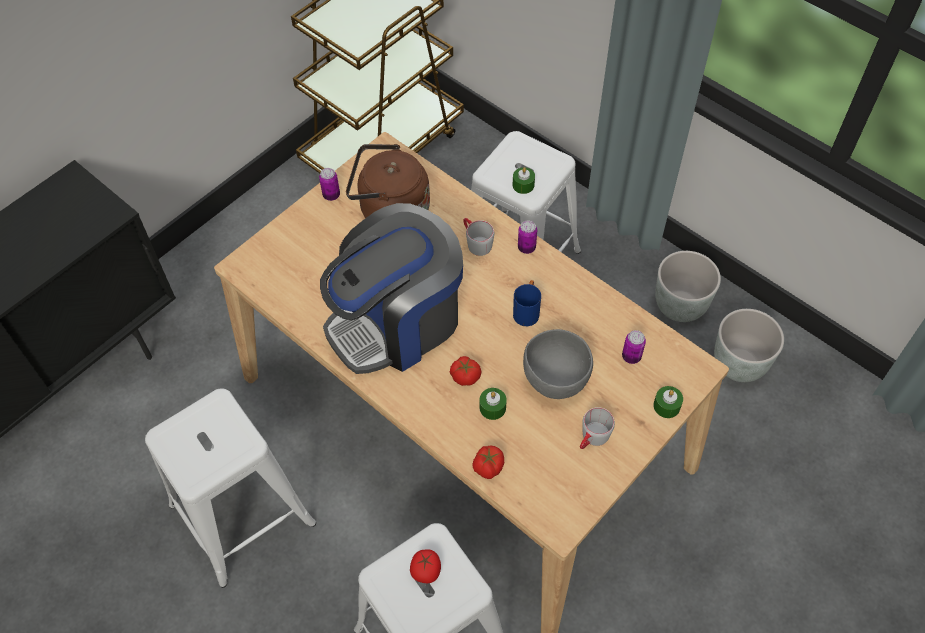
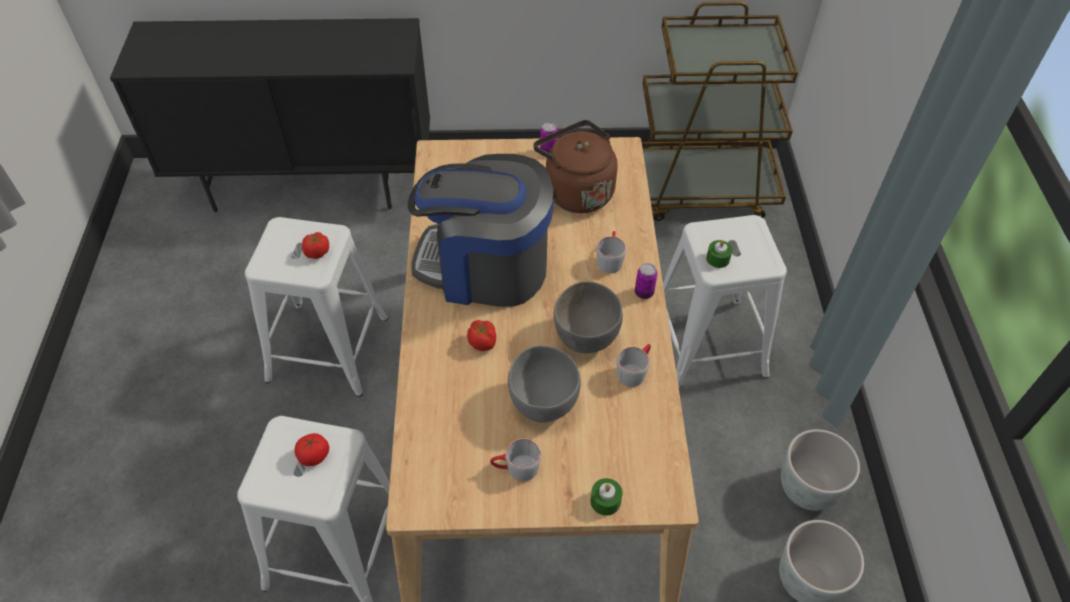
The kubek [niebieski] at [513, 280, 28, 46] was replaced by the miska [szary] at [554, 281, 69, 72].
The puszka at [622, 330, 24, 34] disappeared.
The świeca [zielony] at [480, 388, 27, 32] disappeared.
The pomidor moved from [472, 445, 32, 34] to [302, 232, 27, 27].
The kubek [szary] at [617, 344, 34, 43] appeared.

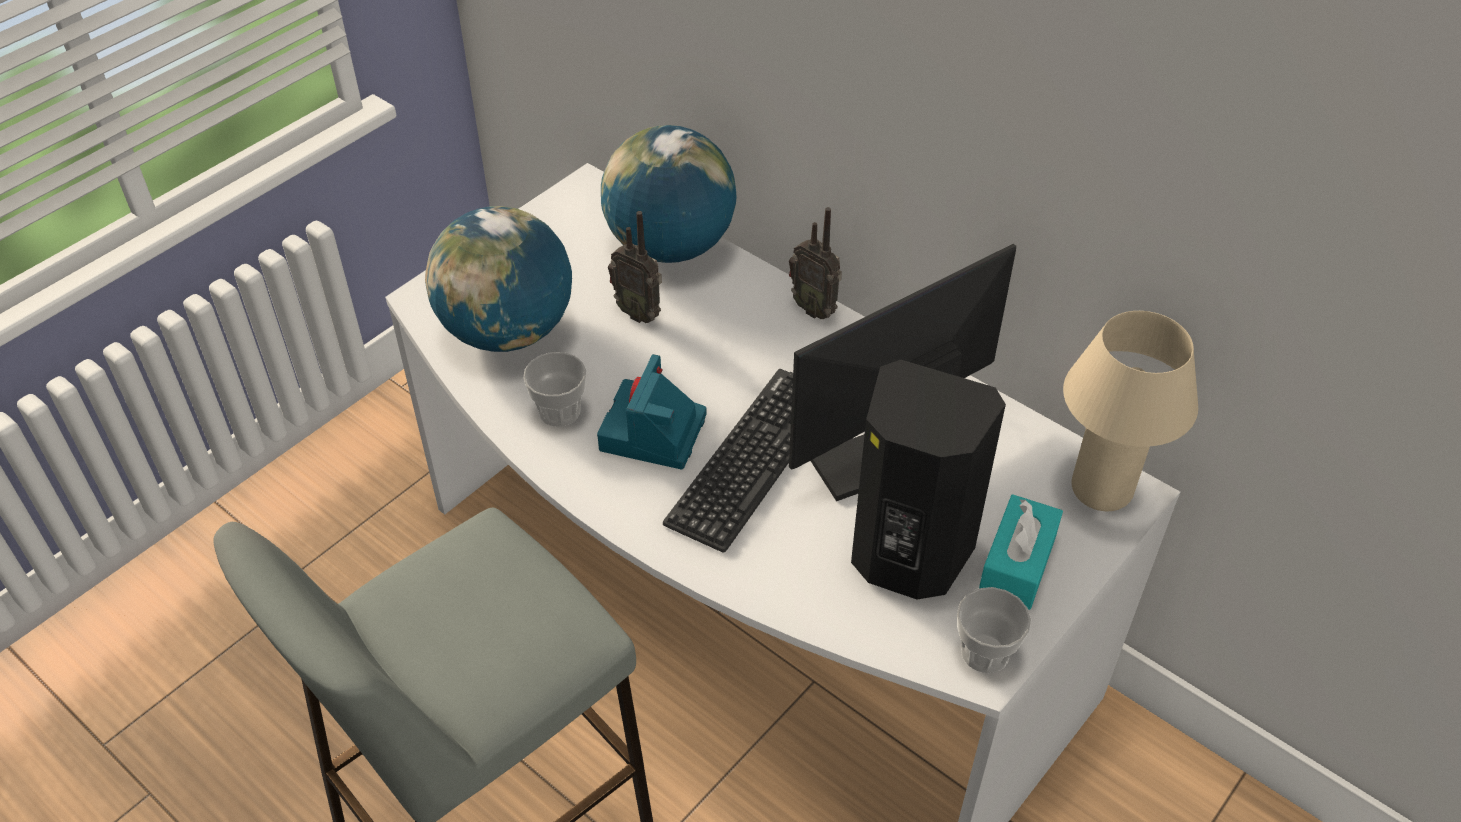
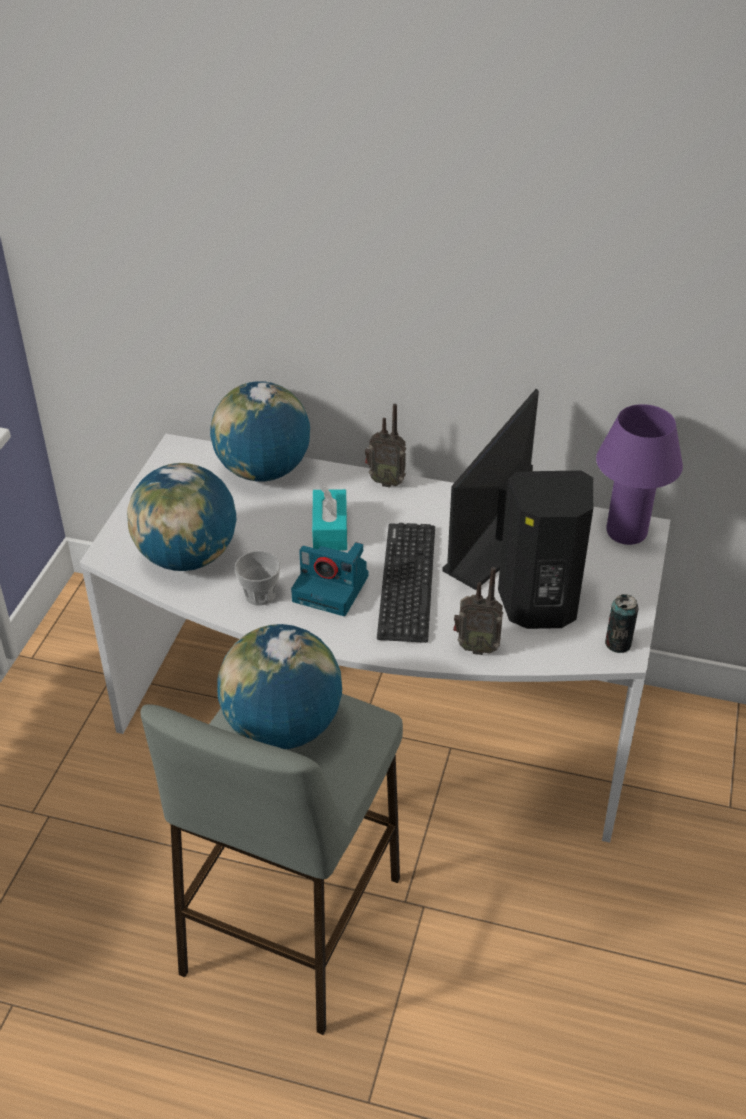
The radio moved from [608, 211, 54, 112] to [453, 567, 50, 88].
The lampa stołowa [beżowy] at [1063, 311, 135, 200] became the lampa stołowa [fioletowy] at [596, 404, 87, 141].
The aparat fotograficzny at [597, 354, 109, 115] turned 60 degrees counterclockwise.
The pudełko chusteczek [turkusowy] moved from [979, 494, 84, 116] to [312, 486, 35, 65].
The filiżanka at [957, 587, 74, 86] was replaced by the puszka at [605, 594, 33, 59].
The globus at [217, 624, 125, 125] appeared.

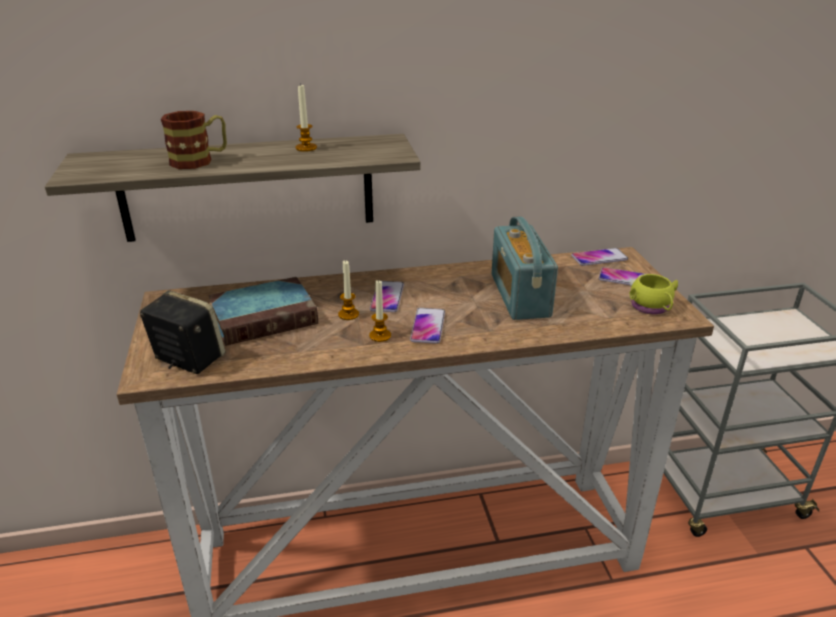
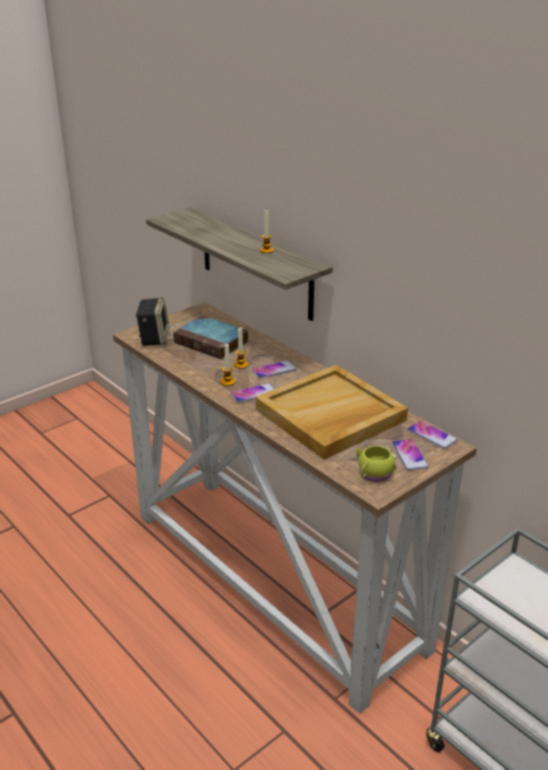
The kubek at [161, 111, 66, 58] disappeared.
The radio at [492, 216, 66, 104] was replaced by the taca [beżowy] at [255, 365, 153, 95].

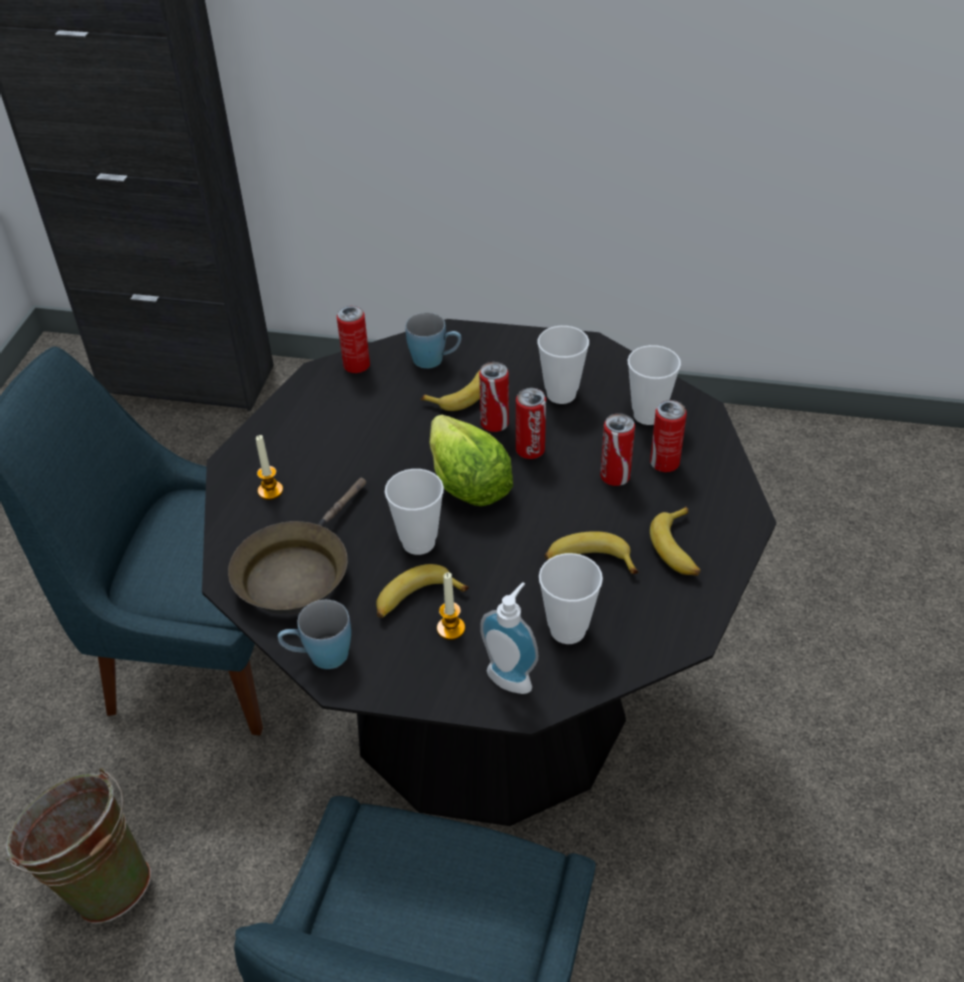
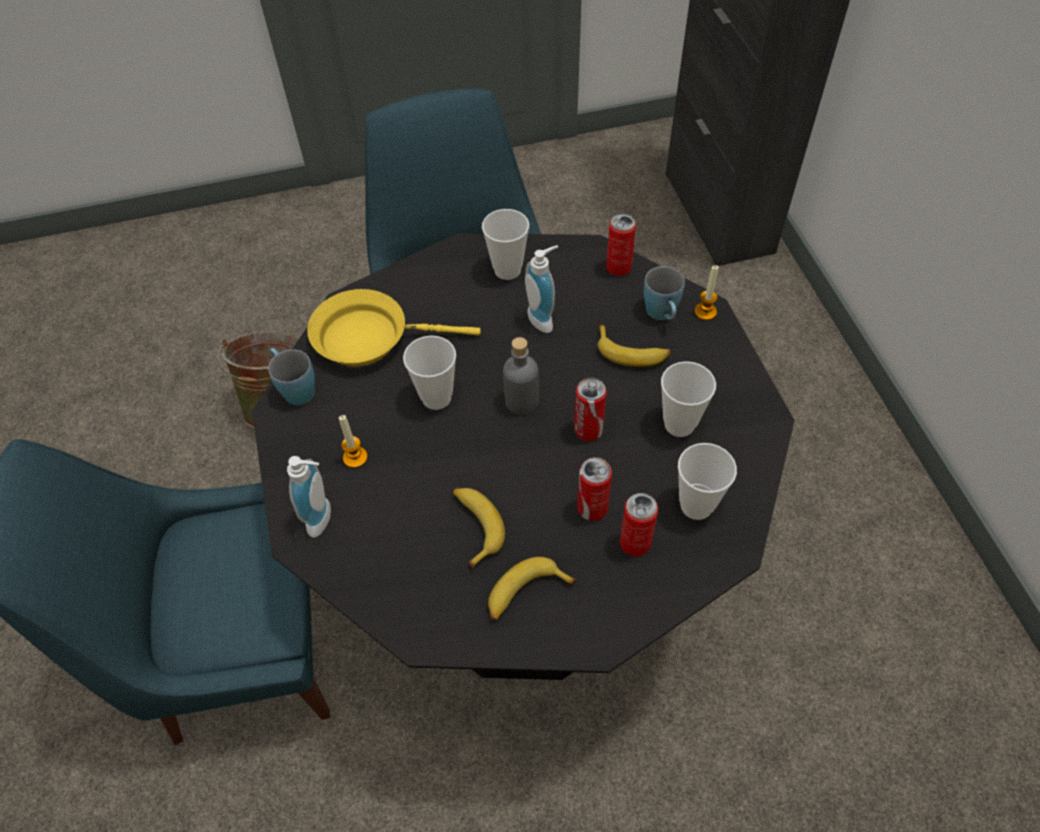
The puszka at [479, 362, 30, 70] disappeared.
The sałata at [430, 415, 83, 91] was replaced by the butelka [szary] at [503, 337, 36, 78].
The świeca moved from [256, 435, 27, 65] to [694, 265, 25, 55].
The patelnia [brązowy] at [228, 478, 138, 136] became the patelnia [żółty] at [307, 289, 174, 77].
The filiżanka moved from [539, 553, 64, 91] to [482, 209, 47, 71].
The banan at [376, 564, 93, 54] disappeared.
The dozownik mydła at [525, 245, 33, 88] appeared.

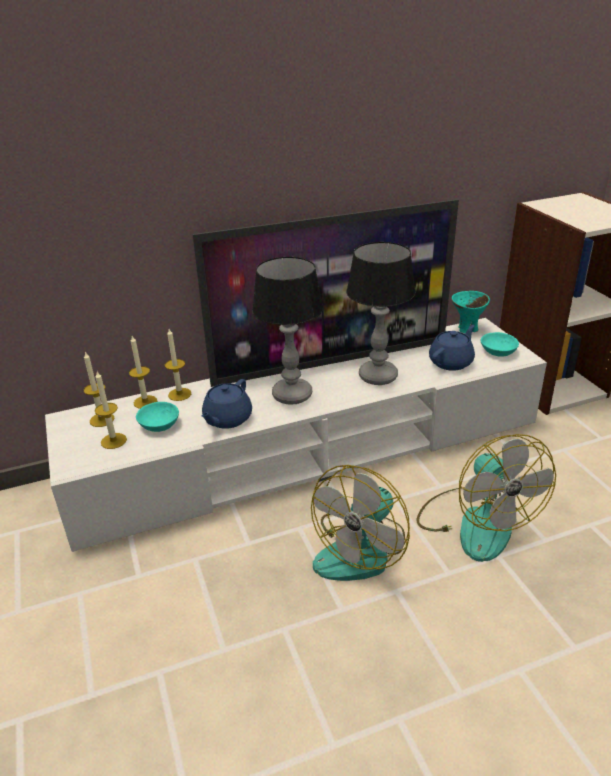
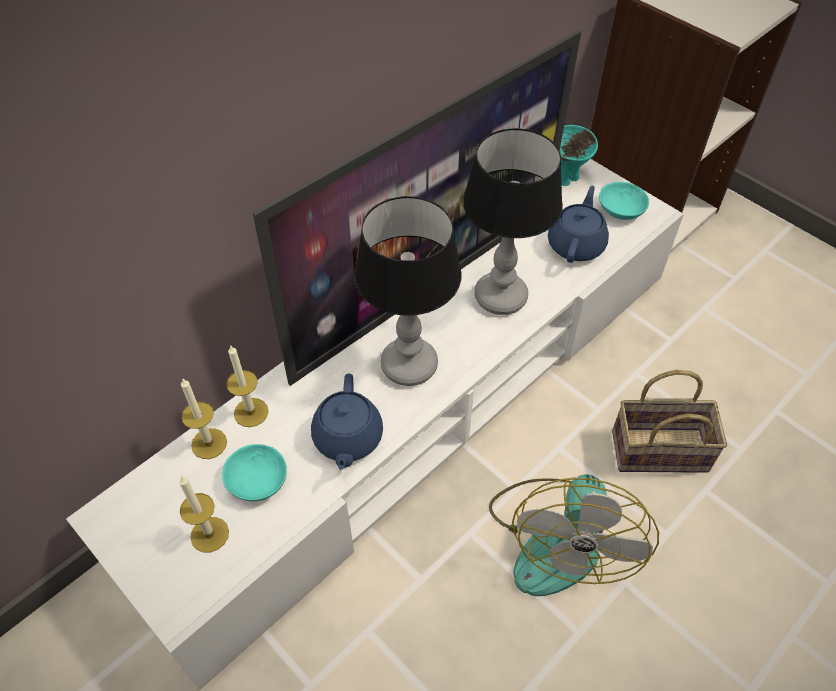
The świeca at [84, 352, 31, 75] disappeared.
The wentylator at [417, 434, 139, 128] was replaced by the koszyk at [612, 370, 115, 103].

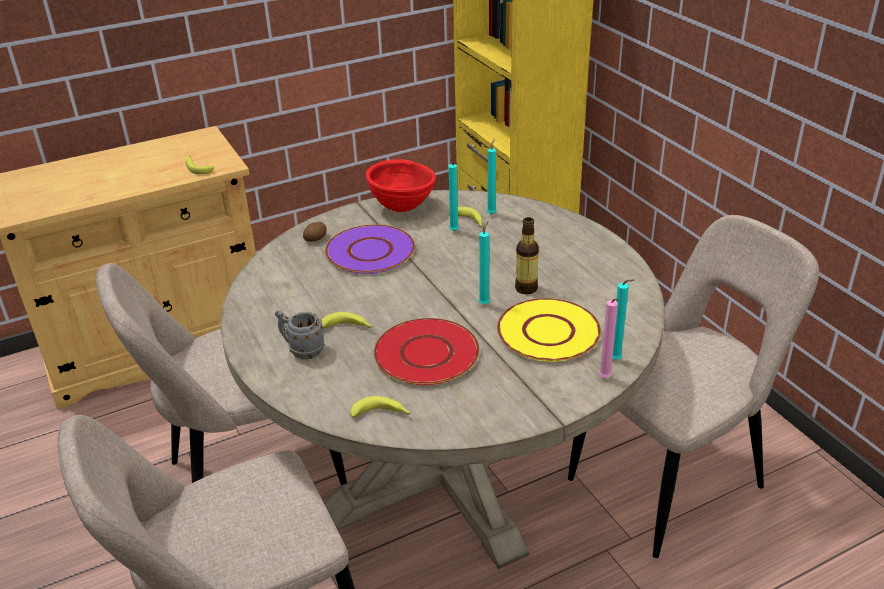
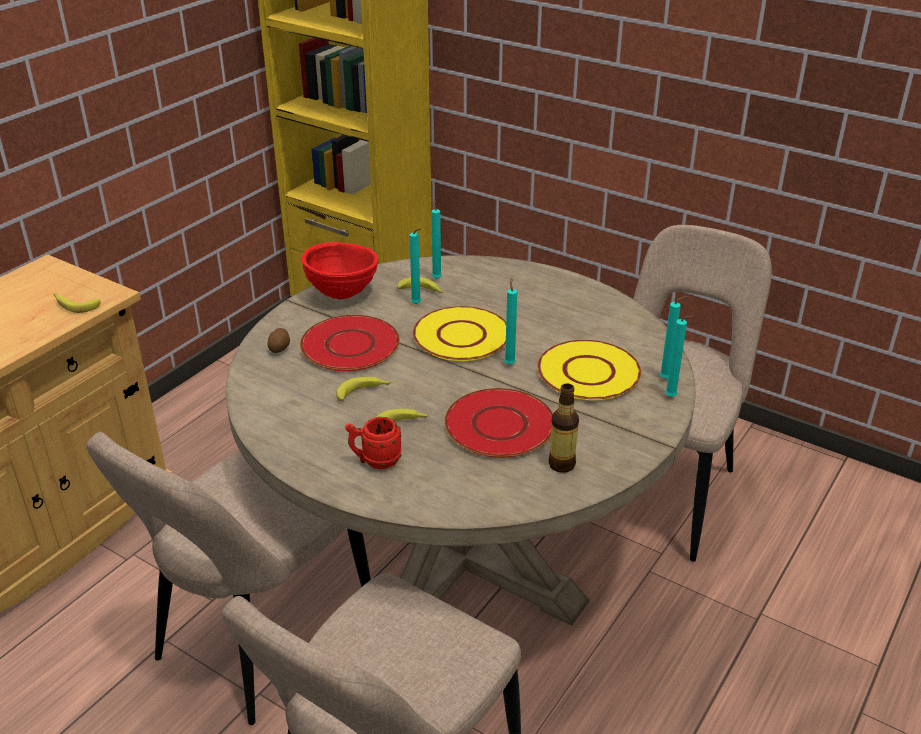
The butelka moved from [515, 217, 24, 77] to [548, 384, 31, 89].
The talerz [fioletowy] at [325, 225, 90, 49] became the talerz [czerwony] at [300, 315, 100, 56].
The świeca [różowy] at [599, 298, 20, 80] became the świeca [turkusowy] at [665, 316, 28, 81].
The kubek [szary] at [275, 310, 50, 49] became the kubek [czerwony] at [345, 417, 57, 52].
The banan moved from [350, 396, 62, 22] to [336, 377, 55, 24].
The talerz [żółty] at [413, 306, 93, 55] appeared.

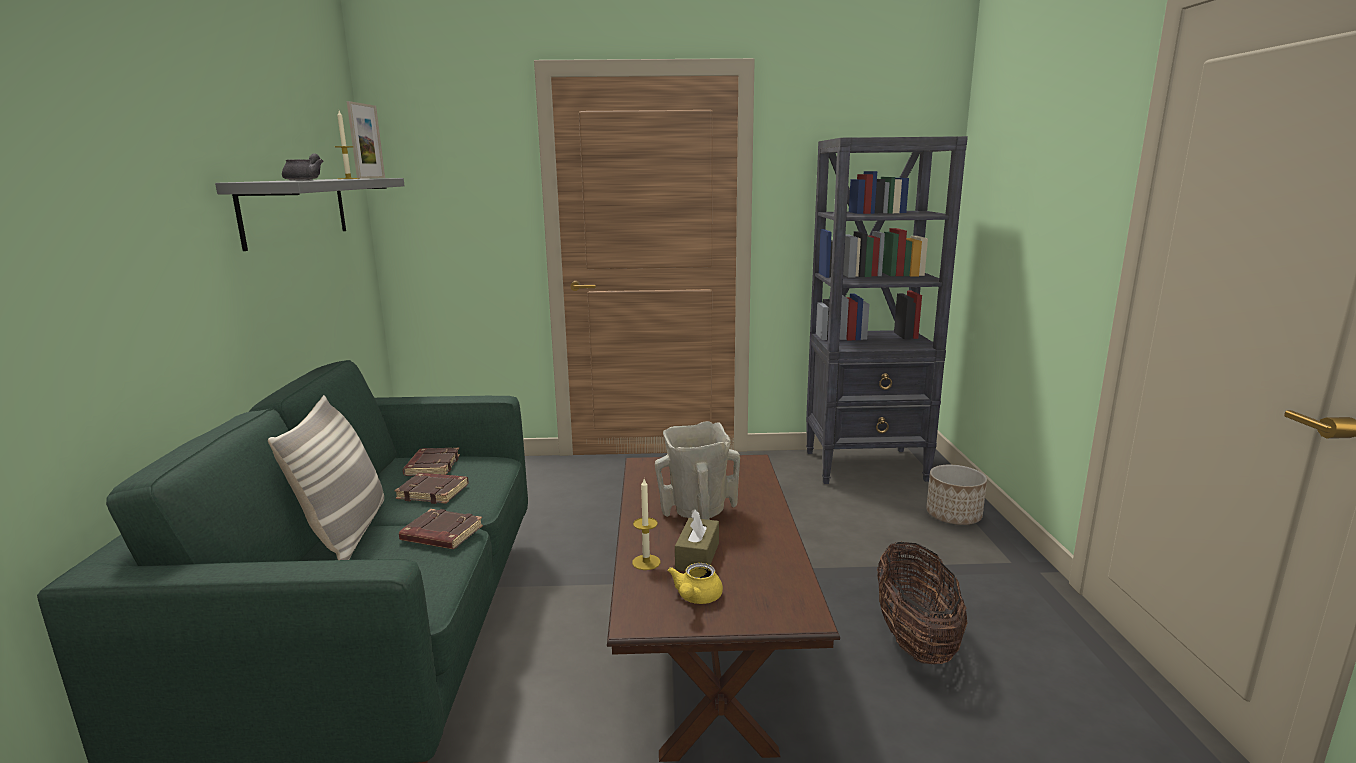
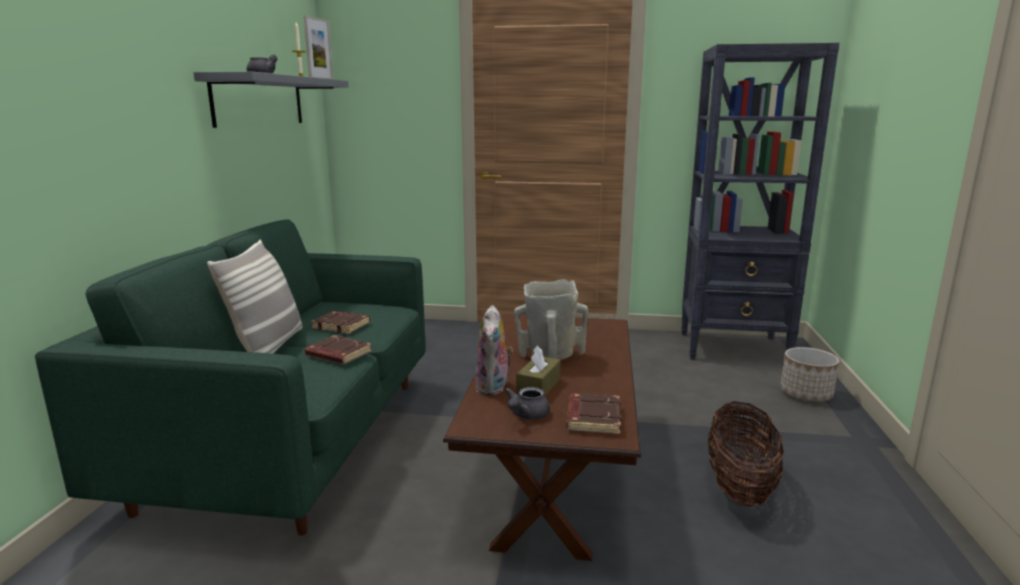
The książka [brązowy] moved from [403, 448, 57, 28] to [566, 393, 56, 42].
The świeca at [632, 479, 28, 91] was replaced by the pluszak at [475, 305, 38, 90].
The imbryk [żółty] at [668, 563, 55, 41] became the imbryk [szary] at [505, 387, 45, 32].

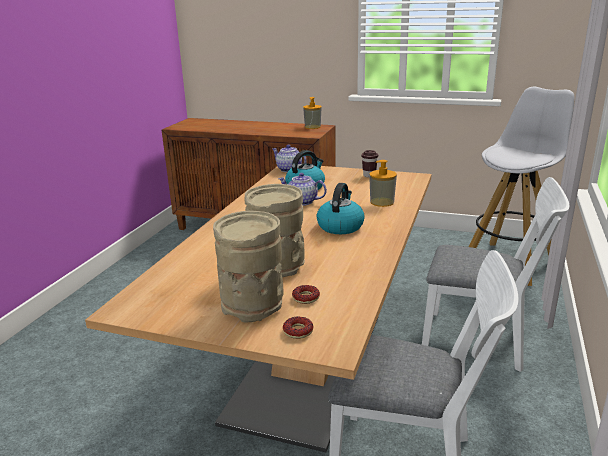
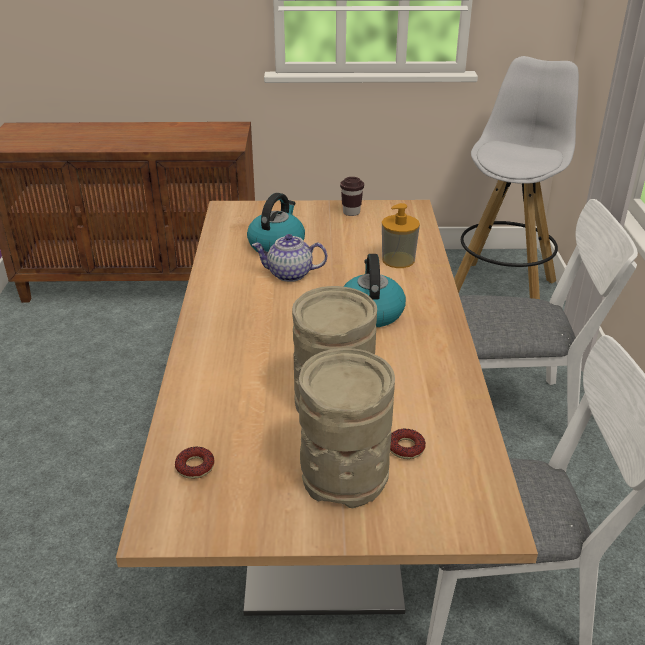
The dozownik mydła at [303, 97, 18, 32] disappeared.
The imbryk at [272, 145, 35, 27] disappeared.
The donut moved from [283, 316, 31, 23] to [175, 447, 40, 32].

